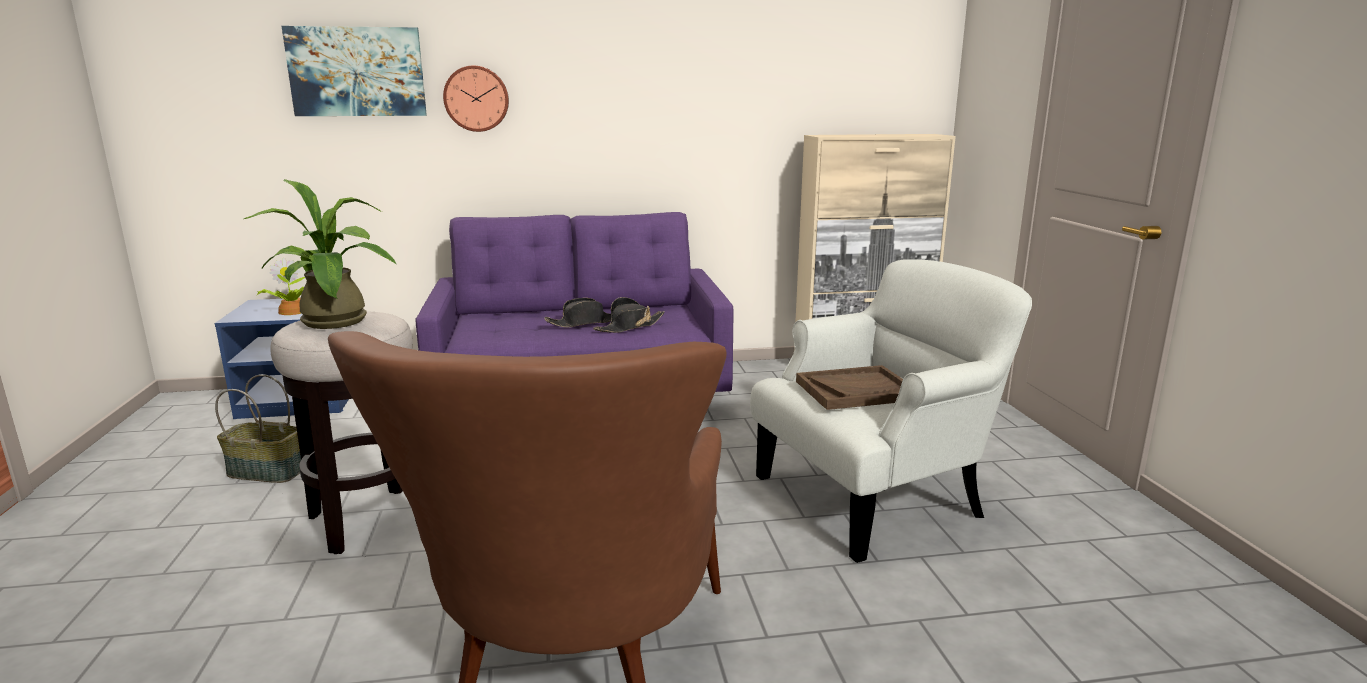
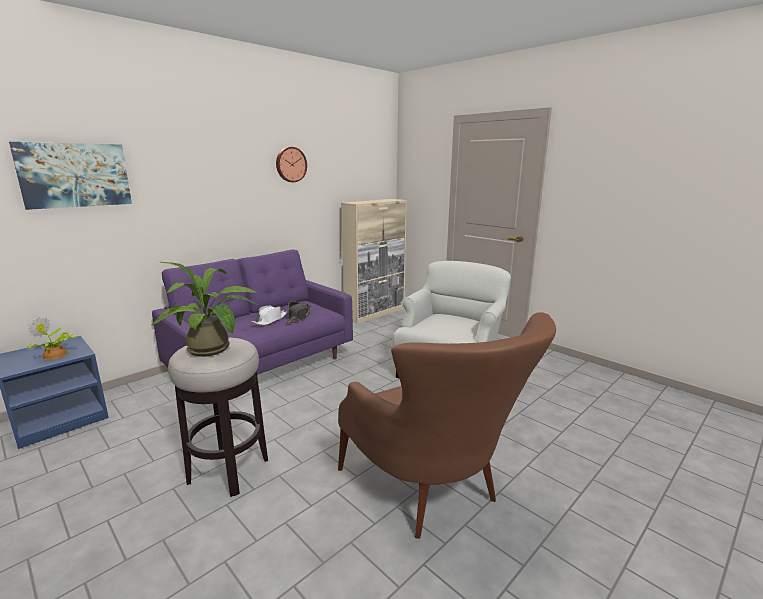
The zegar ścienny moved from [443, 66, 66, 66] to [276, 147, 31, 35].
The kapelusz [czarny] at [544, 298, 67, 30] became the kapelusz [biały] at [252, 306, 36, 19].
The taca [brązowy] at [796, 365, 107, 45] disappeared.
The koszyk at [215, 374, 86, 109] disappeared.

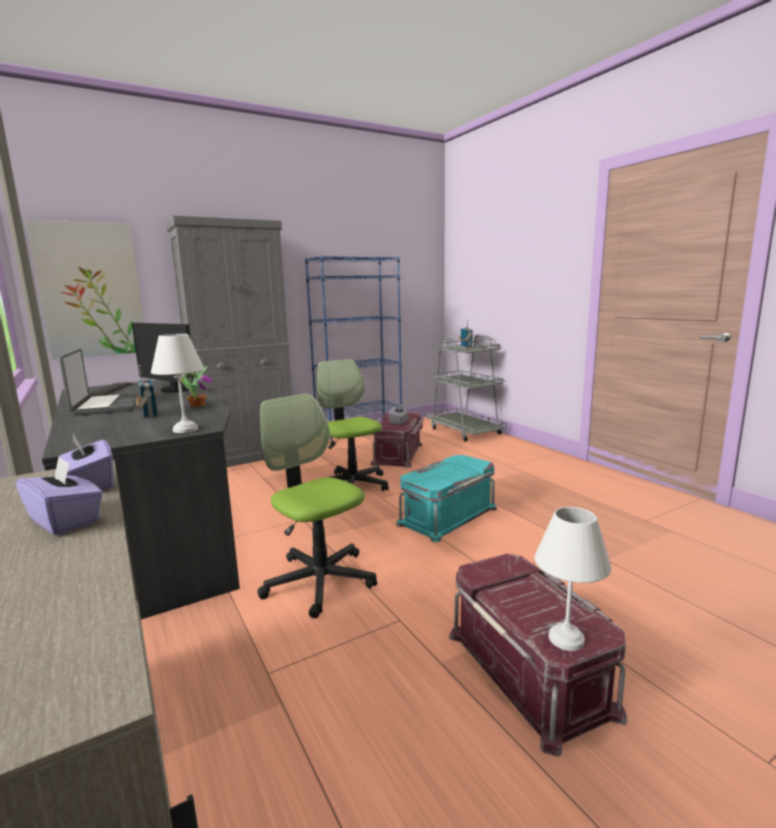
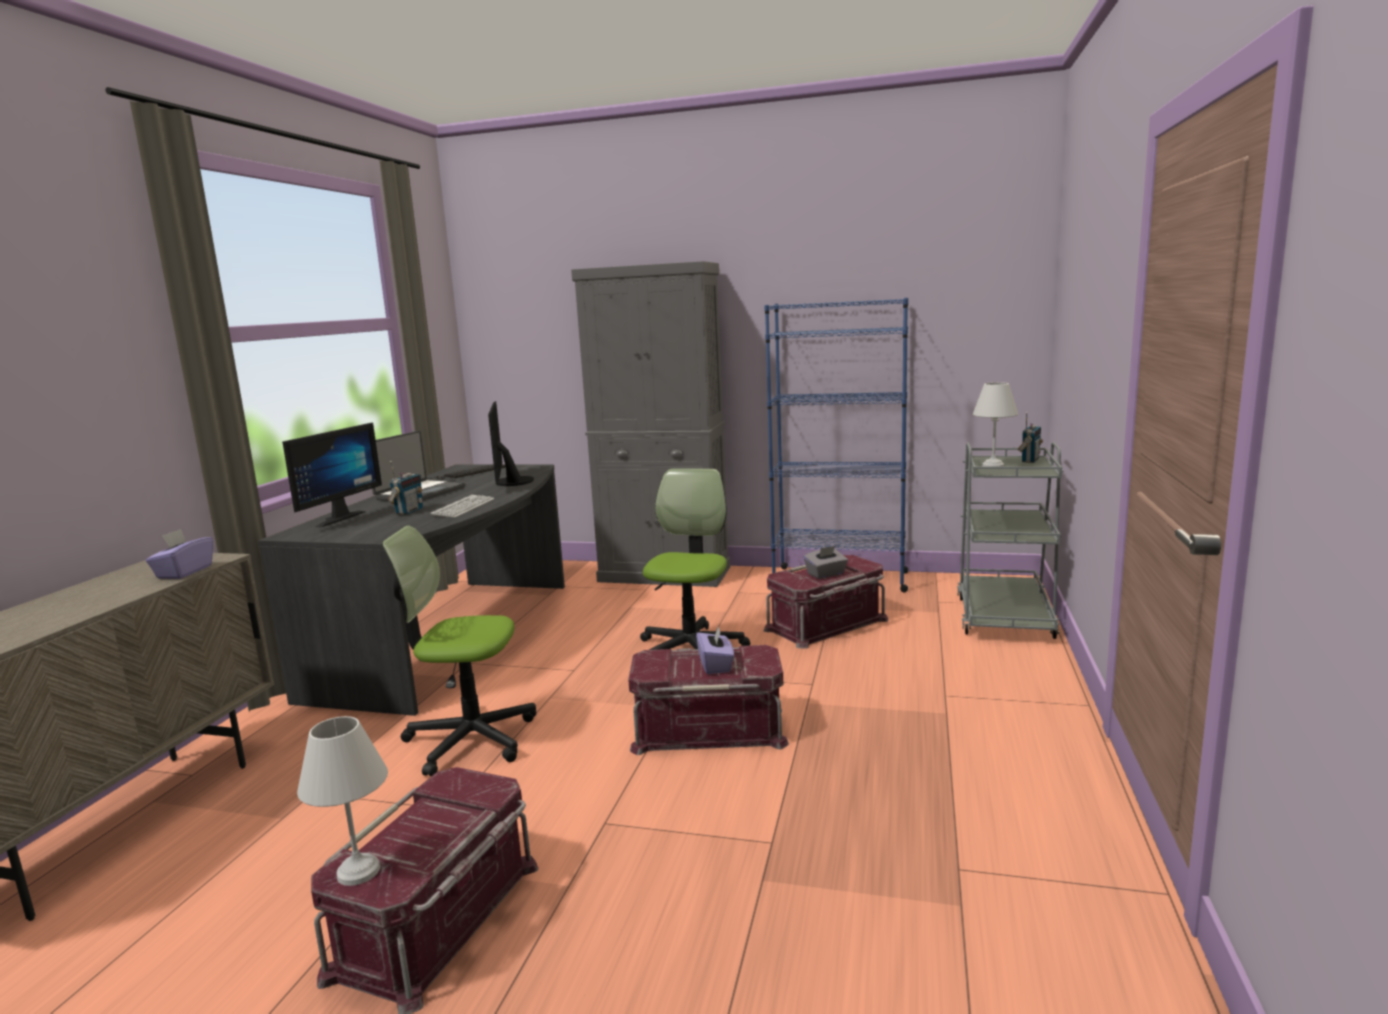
The obraz at [25, 219, 119, 140] disappeared.
The lampa stołowa [biały] moved from [151, 334, 53, 99] to [973, 382, 45, 85].
The roślina doniczkowa at [181, 366, 31, 41] was replaced by the klawiatura at [430, 495, 64, 23].
The krzesło biurowe at [257, 394, 120, 224] turned 90 degrees counterclockwise.
The pojemnik do przechowywania [turkusowy] at [396, 455, 101, 87] became the pojemnik do przechowywania [czerwony] at [628, 645, 161, 110].
The pudełko chusteczek [fioletowy] moved from [16, 457, 87, 78] to [696, 625, 38, 49].
The monitor at [282, 423, 100, 104] appeared.

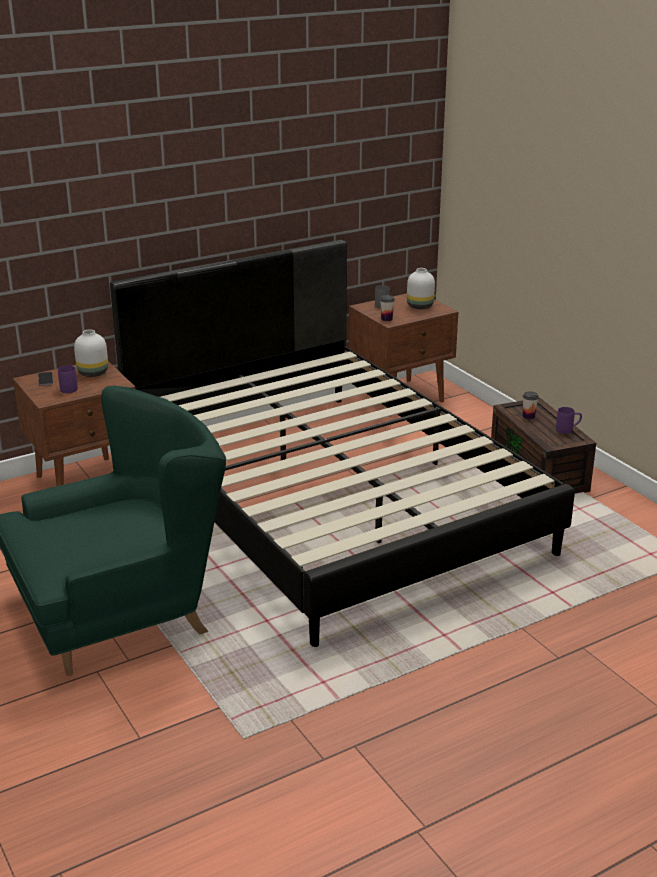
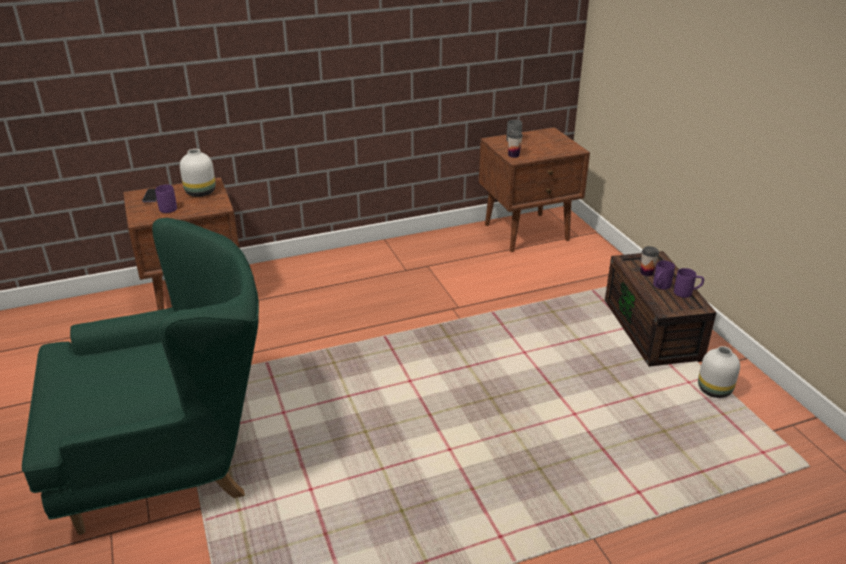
The łóżko [czarny] at [110, 240, 465, 407] disappeared.
The wazon [biały] moved from [407, 268, 28, 41] to [698, 346, 42, 52].
The kubek [fioletowy] at [653, 261, 22, 28] appeared.

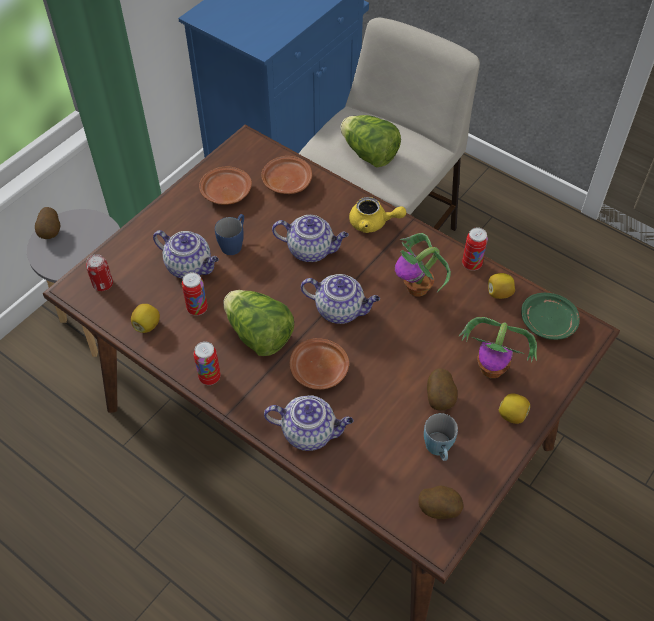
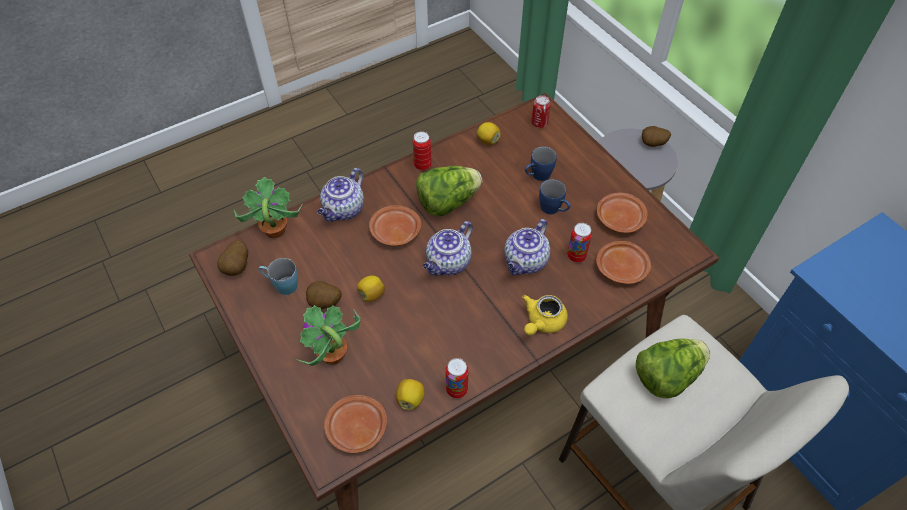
The imbryk at [153, 230, 66, 49] was replaced by the kubek [niebieski] at [525, 146, 32, 35].
The roślina doniczkowa moved from [395, 233, 56, 64] to [234, 177, 69, 61].
The puszka moved from [182, 272, 26, 44] to [567, 223, 25, 40].
The talerz [zielony] at [521, 293, 59, 47] became the talerz [brązowy] at [324, 395, 63, 58].
The cytryna moved from [499, 393, 31, 31] to [357, 276, 28, 26].

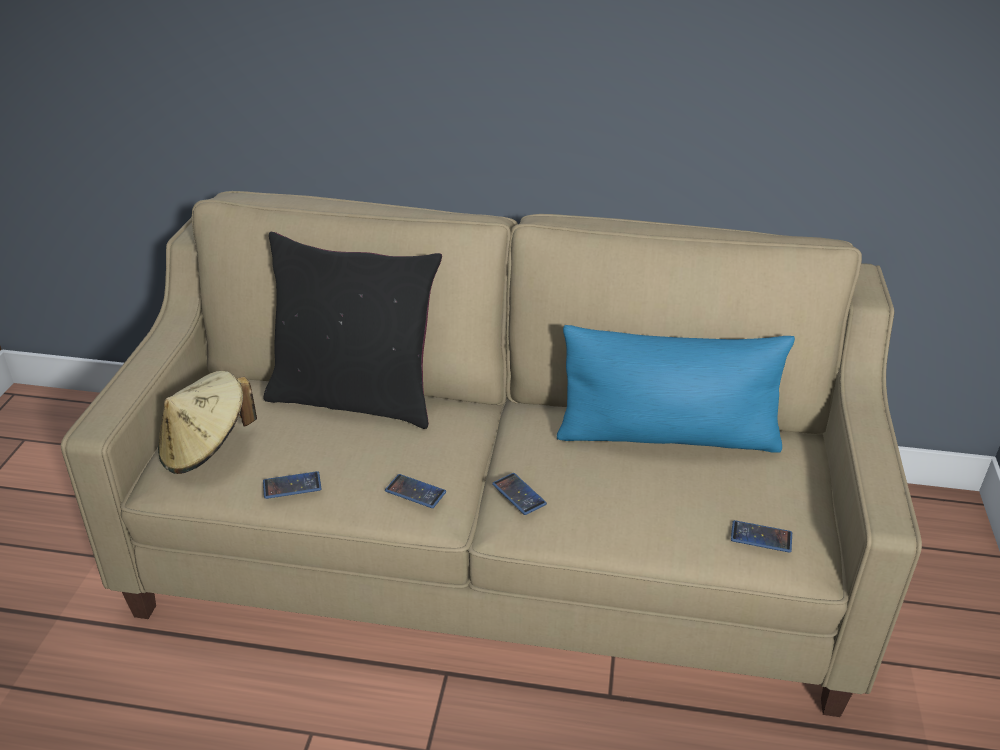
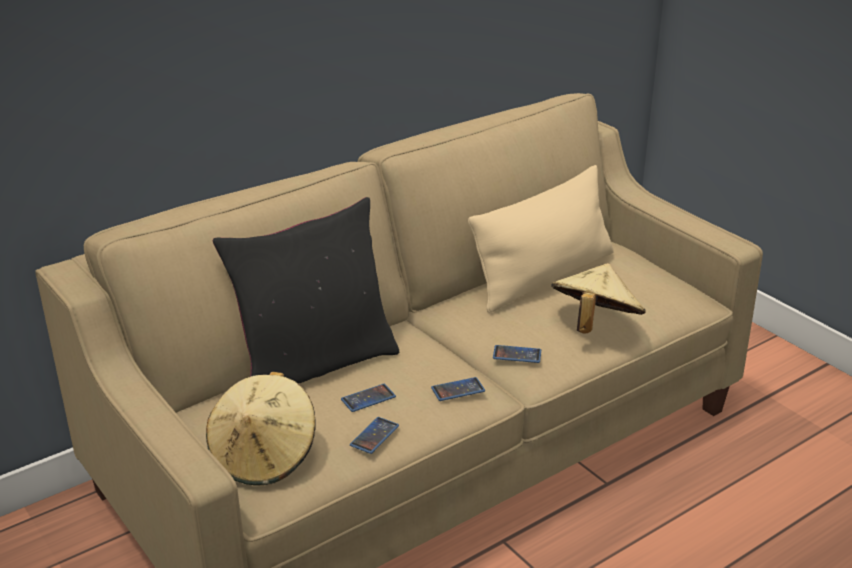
The poduszka [niebieski] at [557, 325, 238, 128] became the poduszka [beżowy] at [468, 165, 146, 148].
The telefon moved from [731, 520, 61, 33] to [341, 384, 55, 28].
The kapelusz [beżowy] at [551, 263, 95, 71] appeared.

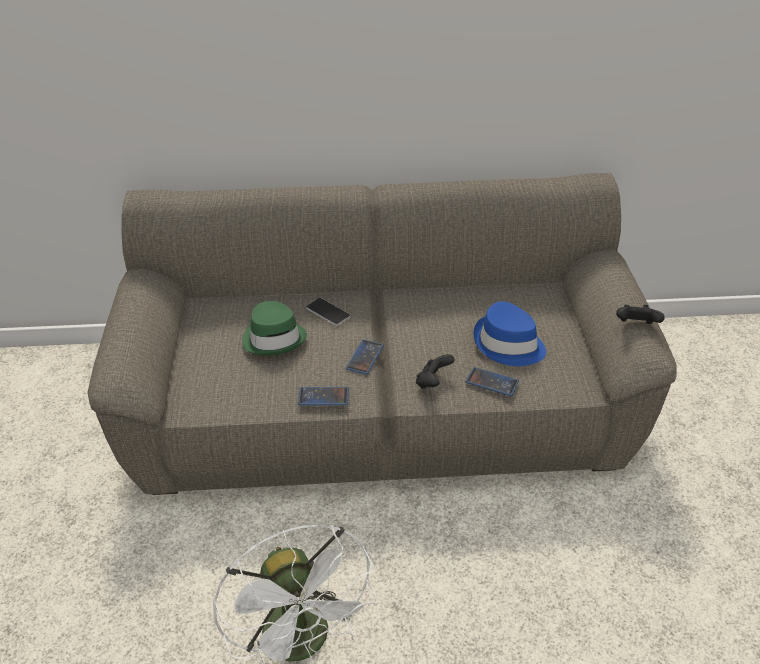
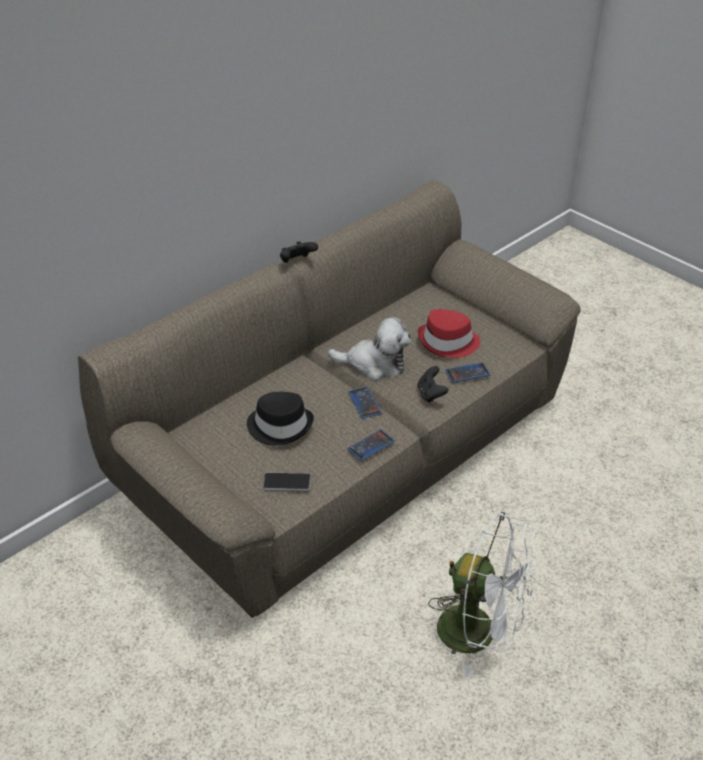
The telefon moved from [306, 298, 44, 28] to [263, 473, 48, 18].
The kapelusz [zielony] at [242, 301, 65, 55] became the kapelusz [czarny] at [247, 392, 67, 53].
The kapelusz [niebieski] at [474, 301, 72, 65] became the kapelusz [czerwony] at [418, 309, 62, 49].
The pad do gier [czarny] moved from [616, 305, 49, 19] to [280, 241, 38, 21].
The pluszak at [328, 317, 83, 64] appeared.

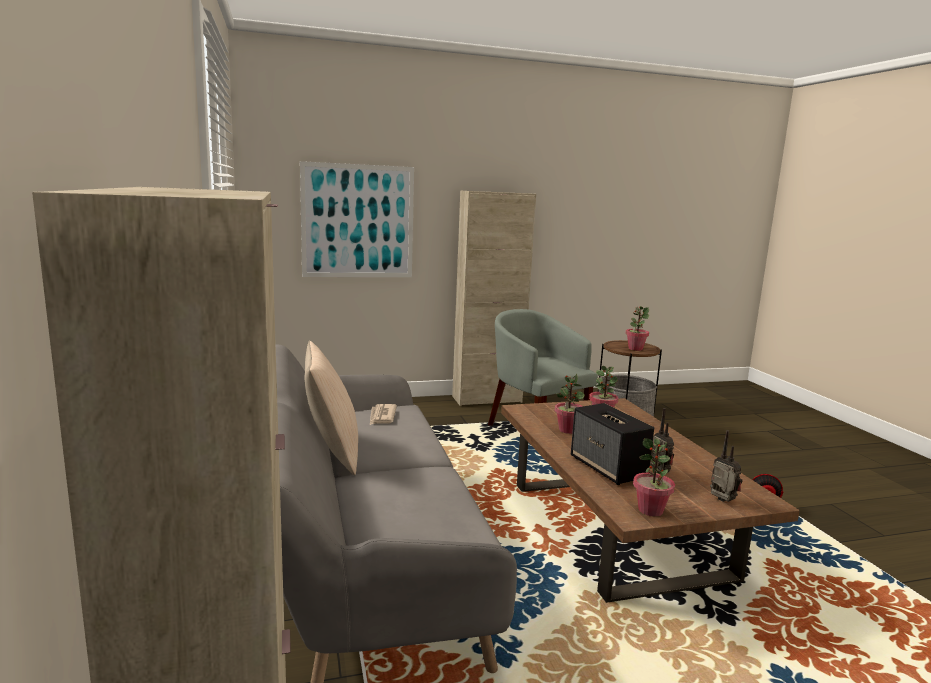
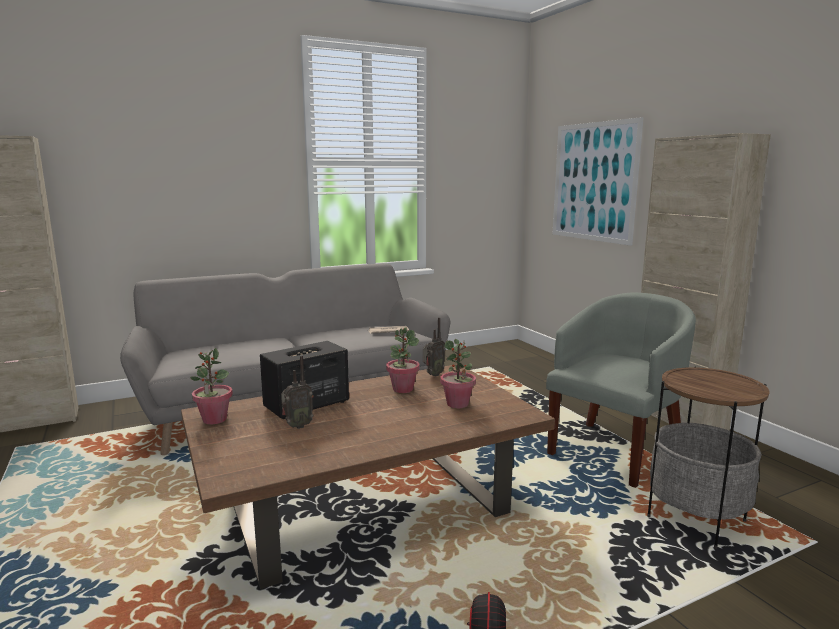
The roślina doniczkowa at [626, 306, 23, 45] disappeared.
The poduszka [beżowy] at [305, 341, 53, 134] disappeared.
The radio moved from [710, 430, 33, 72] to [423, 317, 22, 59].

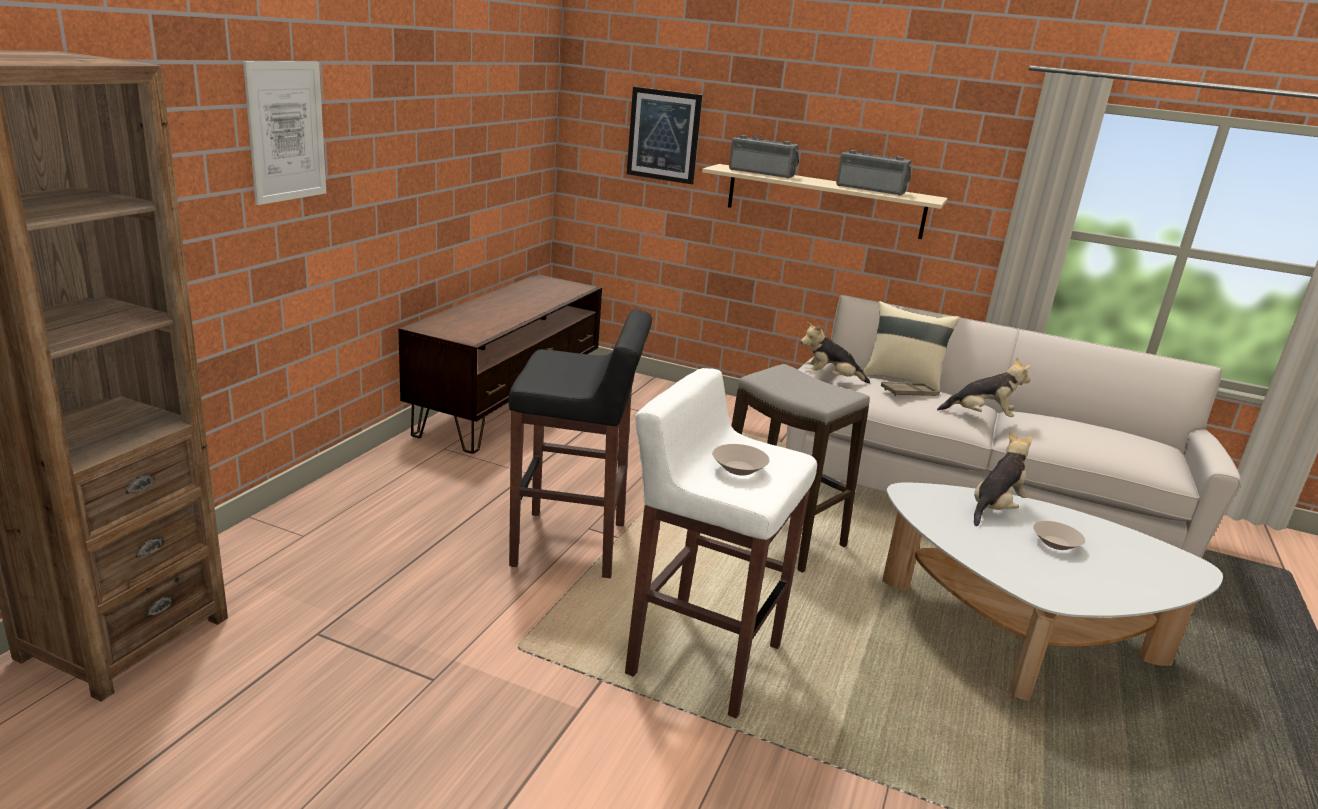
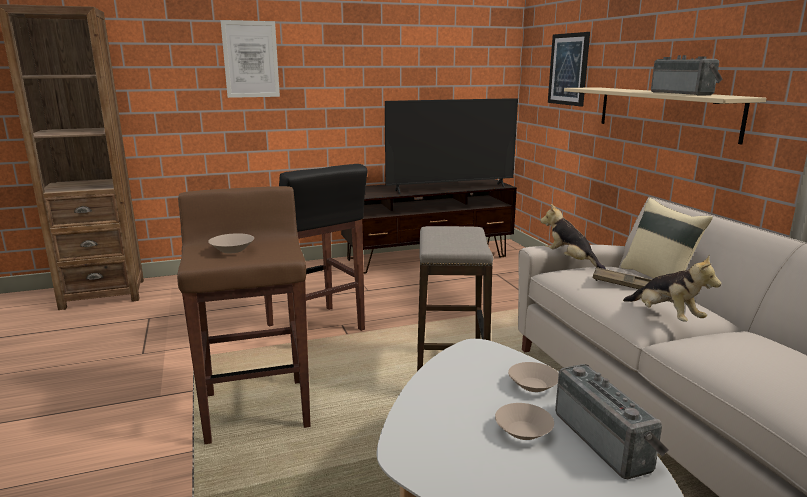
The radio moved from [729, 135, 70, 44] to [555, 364, 114, 115].
The stołek [biały] at [625, 368, 192, 350] became the stołek [brązowy] at [177, 186, 134, 258].
The pluszak at [974, 431, 59, 95] was replaced by the miska [beżowy] at [508, 362, 51, 30].
The telewizor at [385, 98, 133, 96] appeared.

